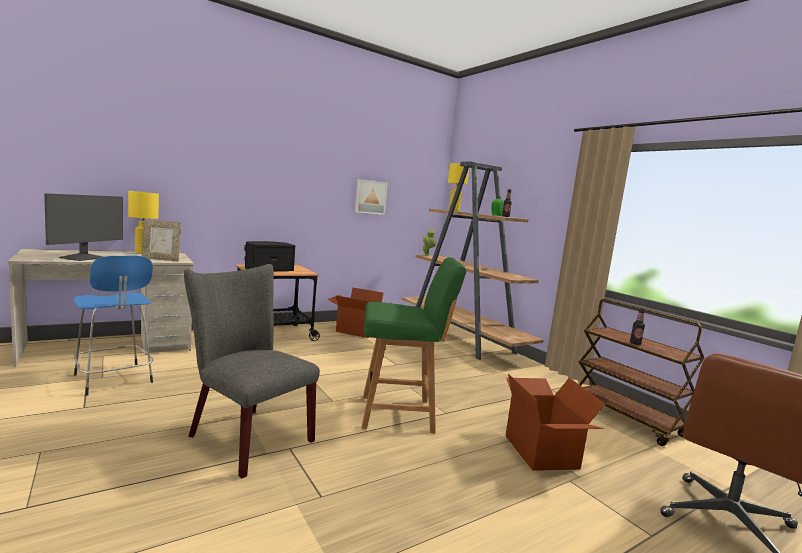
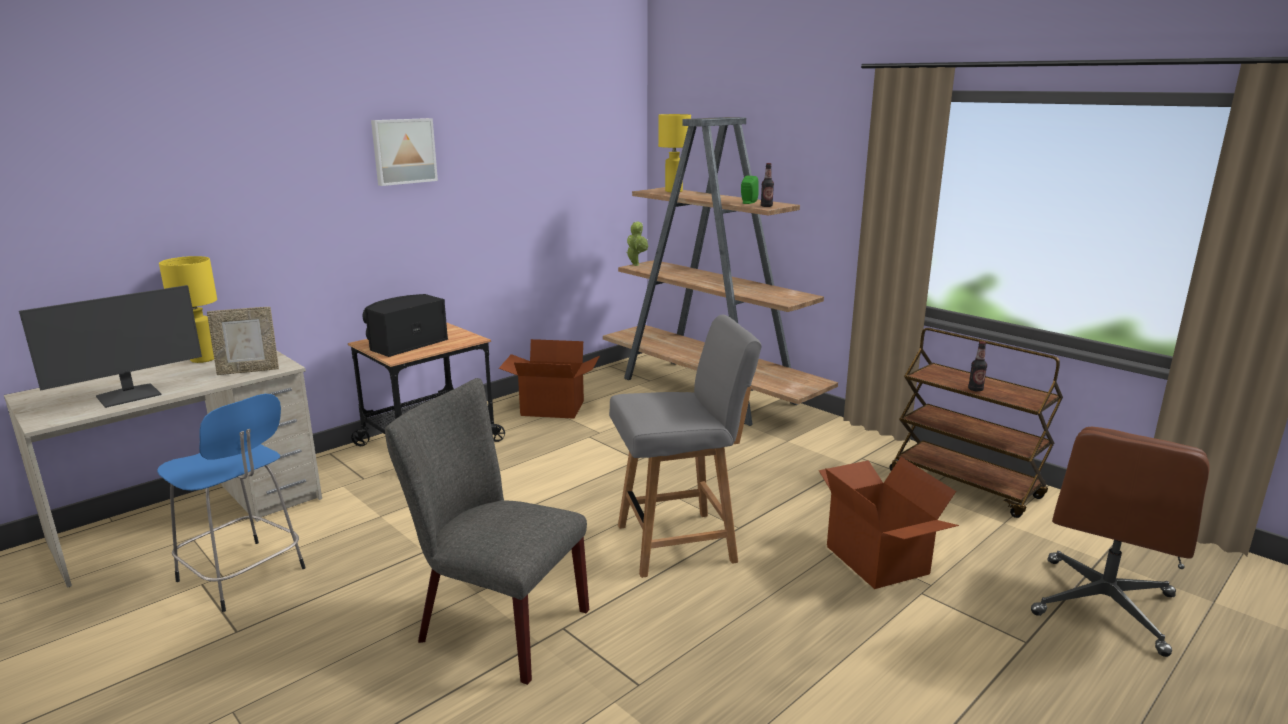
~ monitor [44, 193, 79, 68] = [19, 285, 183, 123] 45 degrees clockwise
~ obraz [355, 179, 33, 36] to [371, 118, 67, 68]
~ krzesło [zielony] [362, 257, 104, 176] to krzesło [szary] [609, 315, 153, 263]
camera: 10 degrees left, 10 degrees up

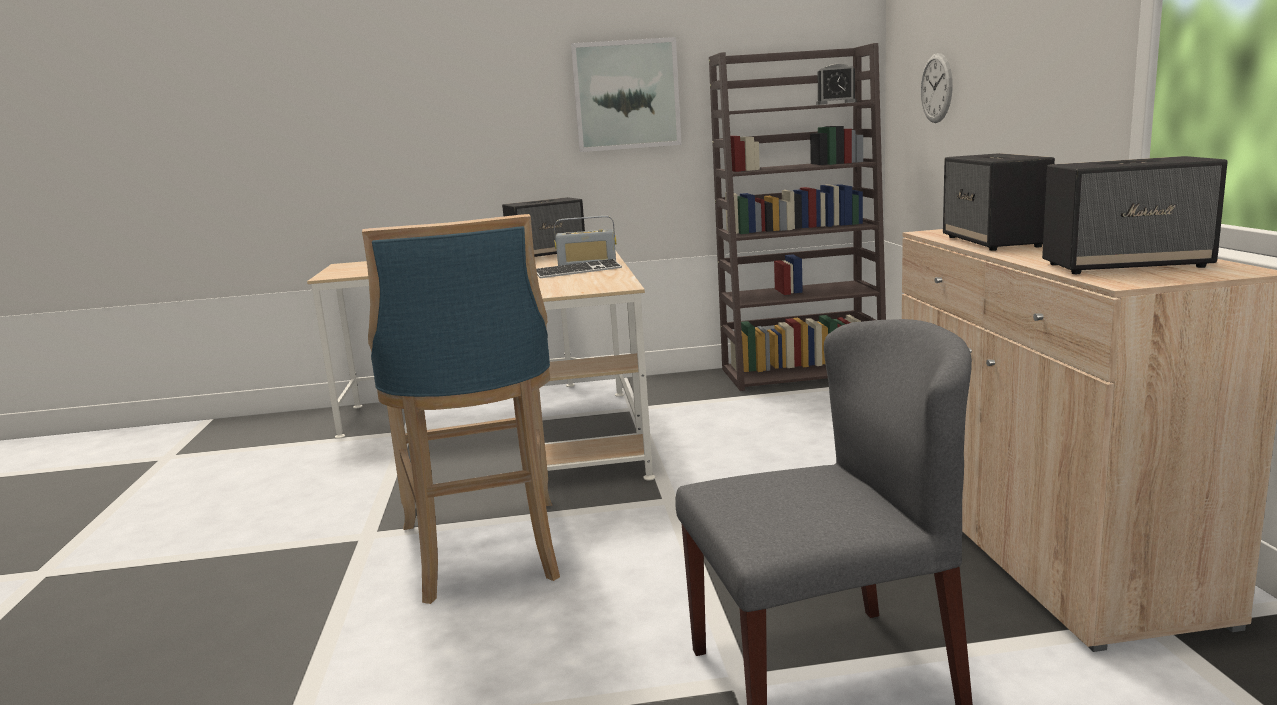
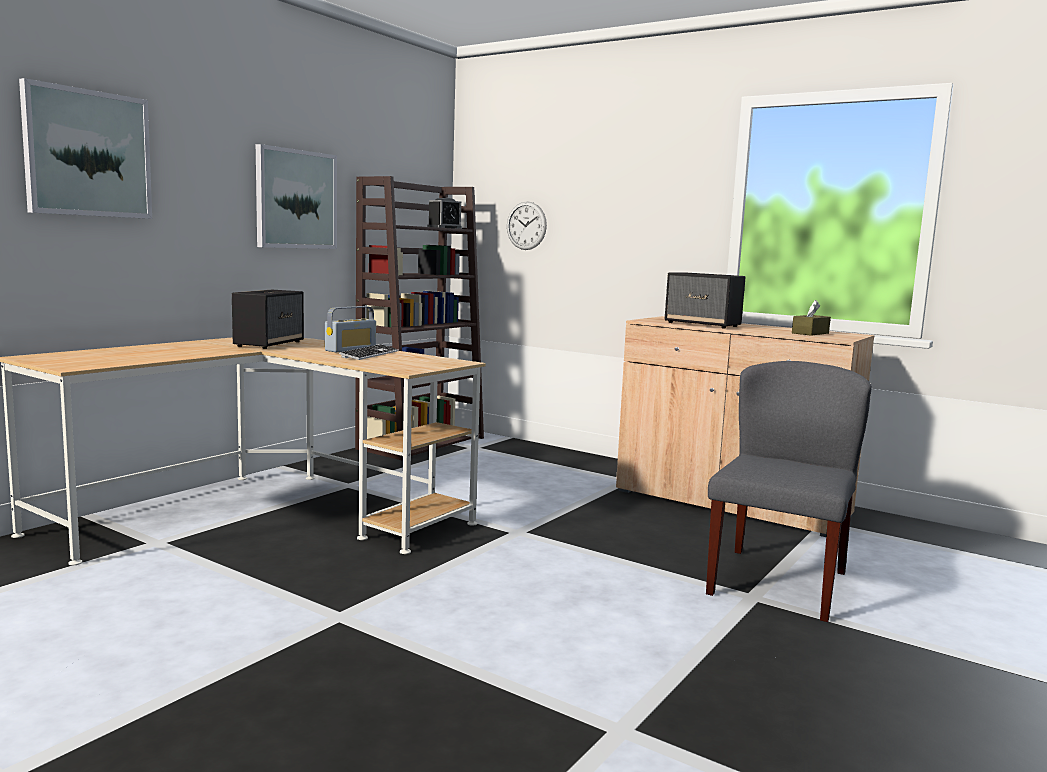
- stołek [niebieski] [362, 214, 198, 390]
~ głośnik [1042, 156, 186, 118] to pudełko chusteczek [brązowy] [792, 300, 39, 36]
+ obraz [19, 78, 133, 141]
camera: 50 degrees left, 5 degrees down

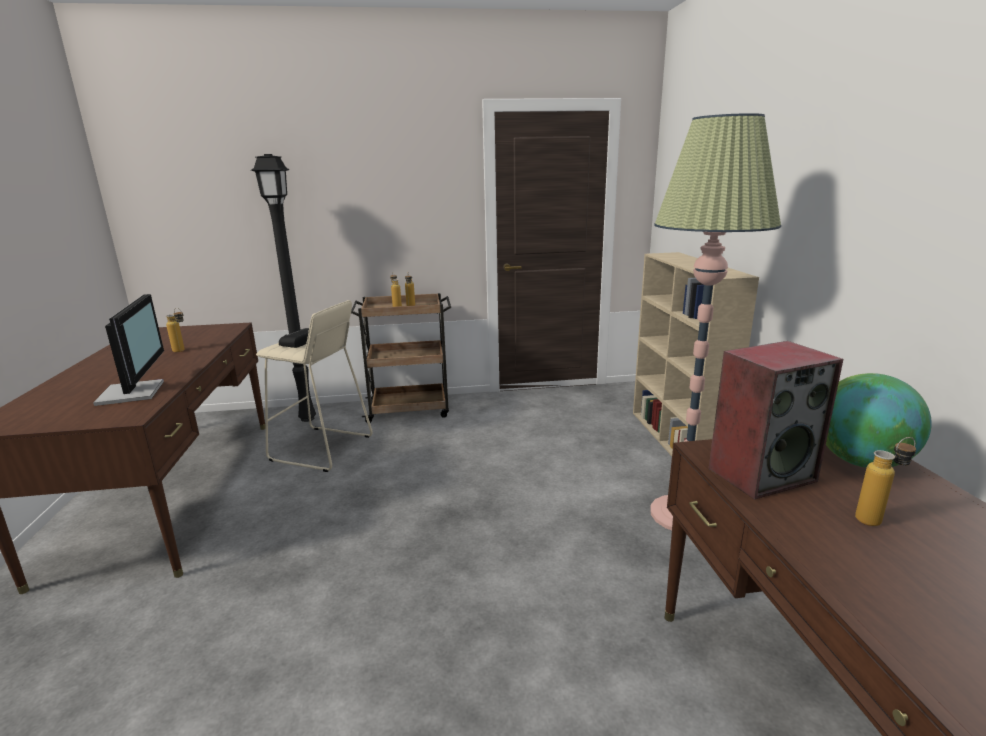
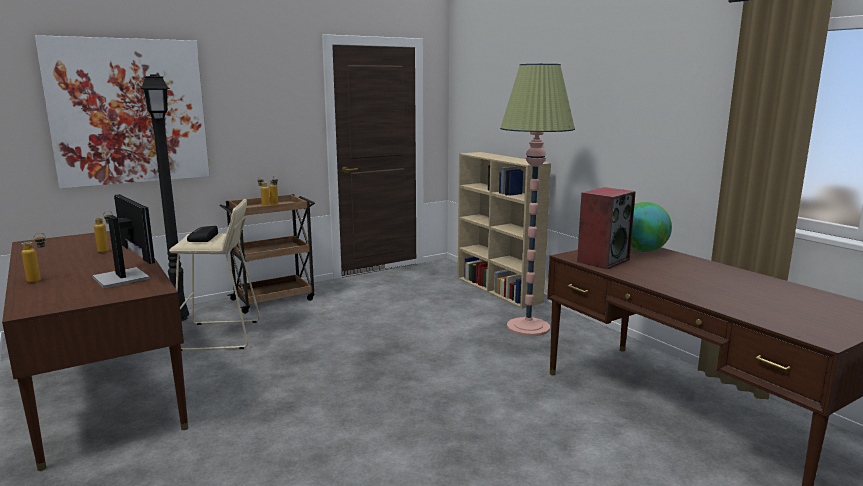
~ butelka [855, 437, 61, 89] to [21, 233, 25, 50]
+ obraz [35, 35, 175, 154]
camera: 25 degrees left, 5 degrees down

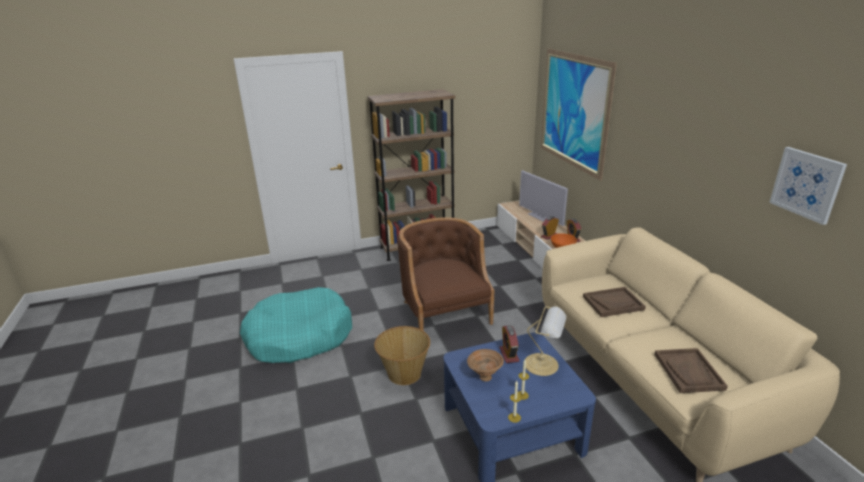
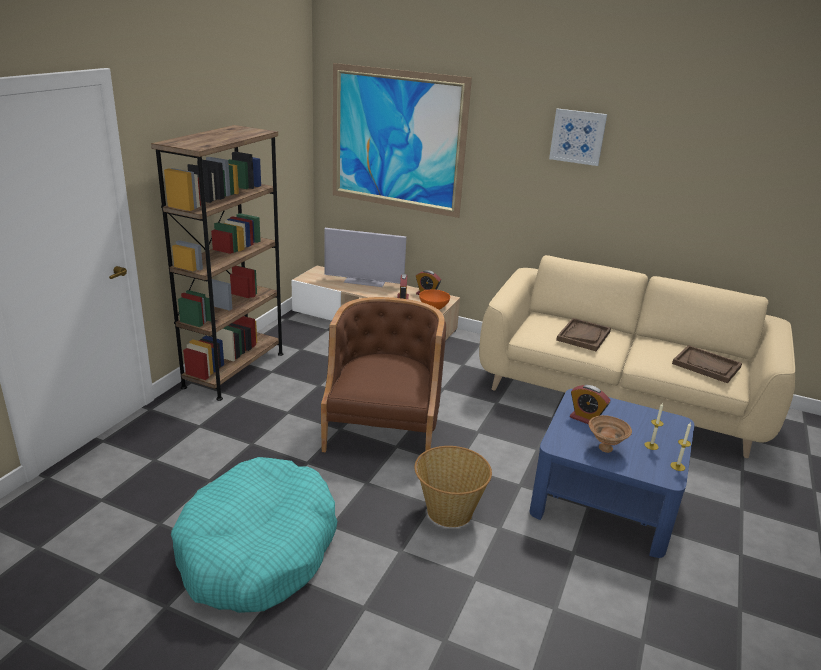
~ fotel [brązowy] [397, 217, 97, 114] = [321, 297, 125, 157] 75 degrees clockwise
- lampa stołowa [525, 306, 41, 70]
~ obraz [769, 147, 78, 78] to [549, 108, 58, 58]
camera: 50 degrees left, 0 degrees up

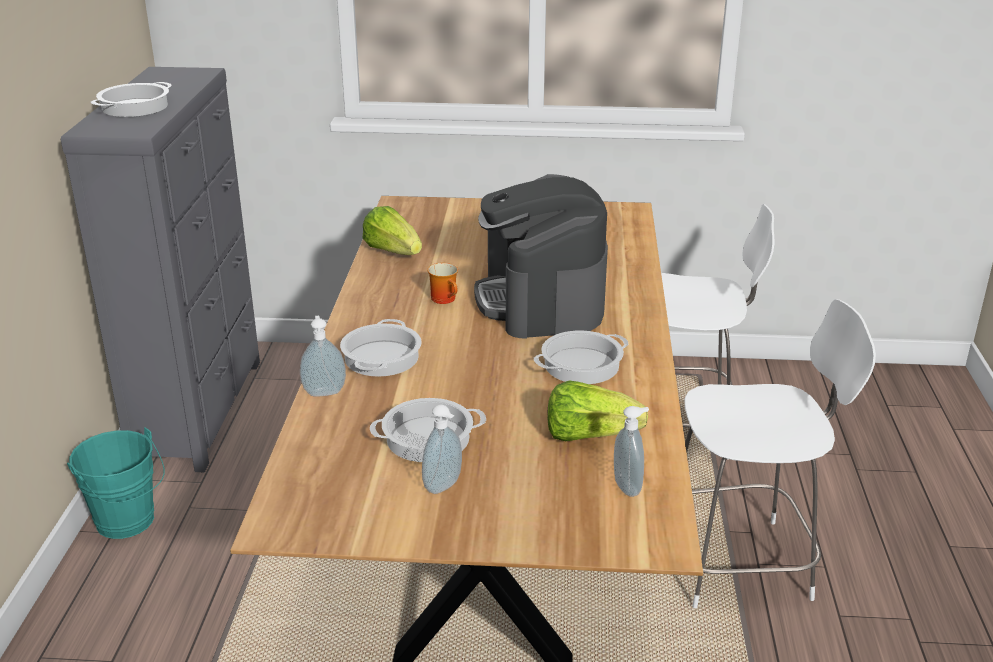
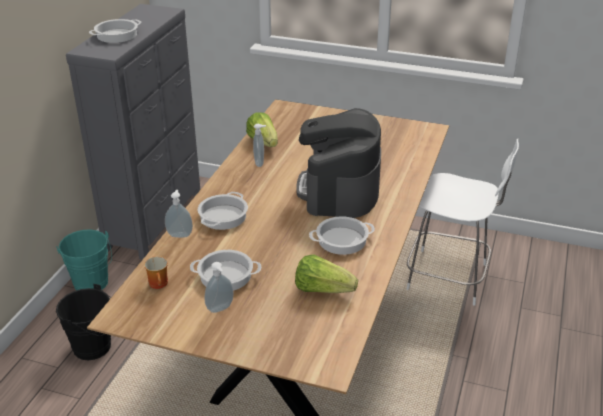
~ kubek [427, 263, 31, 41] to [144, 256, 24, 33]
~ dozownik mydła [614, 406, 35, 91] to [253, 124, 13, 43]
- krzesło [biały] [684, 299, 192, 309]
+ wiadro [czarny] [56, 284, 55, 76]
camera: 15 degrees right, 5 degrees up

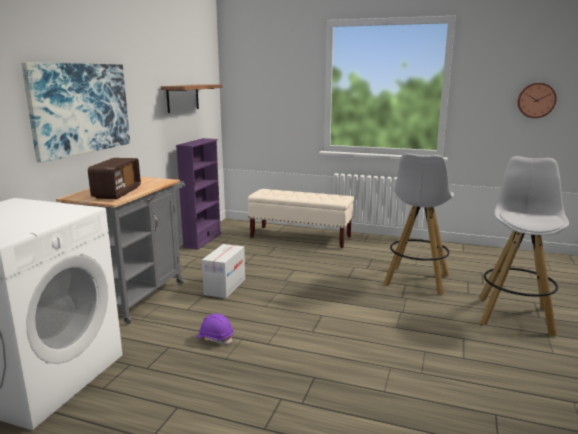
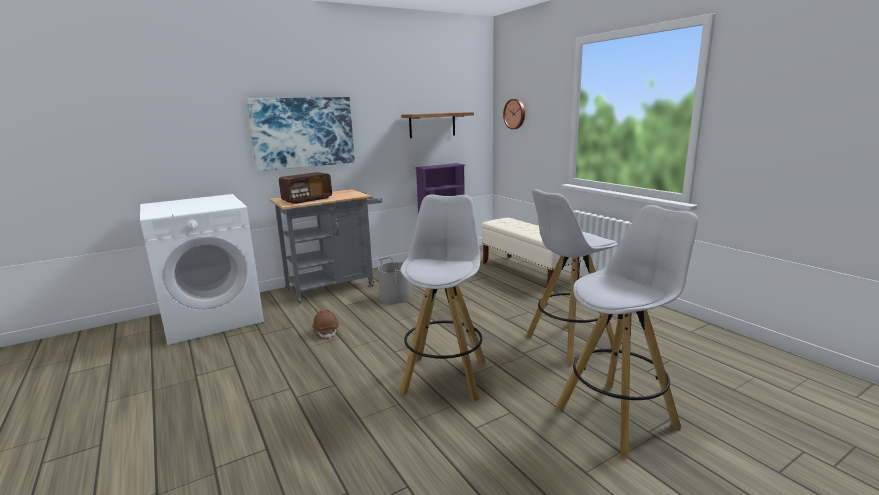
~ kask [fioletowy] [196, 314, 37, 31] to kask [brązowy] [312, 310, 27, 28]
~ karton [202, 244, 43, 54] to wiadro [szary] [378, 257, 34, 47]
~ zegar ścienny [517, 83, 40, 35] to [503, 99, 22, 30]
+ stołek [biały] [399, 194, 87, 207]
camera: 40 degrees right, 0 degrees up

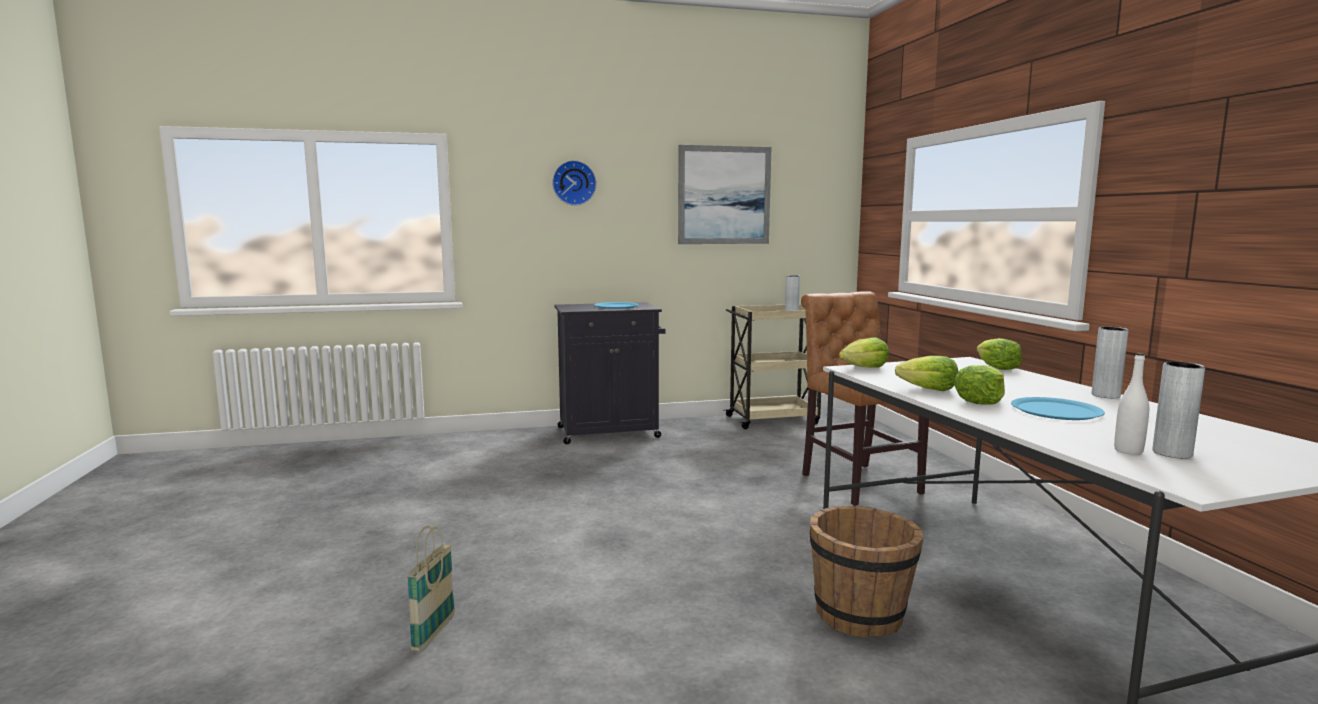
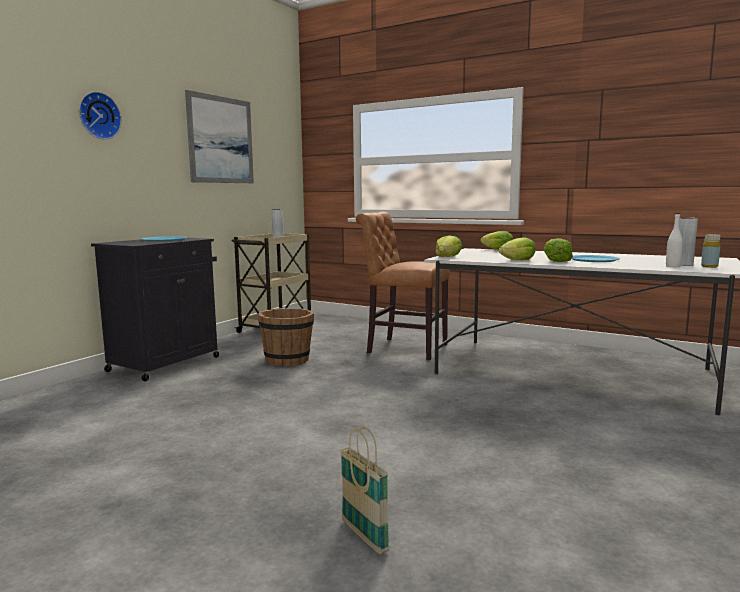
~ wiadro [brązowy] [810, 506, 114, 132] to [258, 308, 56, 58]
- wazon [szary] [1092, 327, 36, 71]
+ butelka [żółty] [701, 234, 19, 34]
camera: 45 degrees left, 0 degrees up

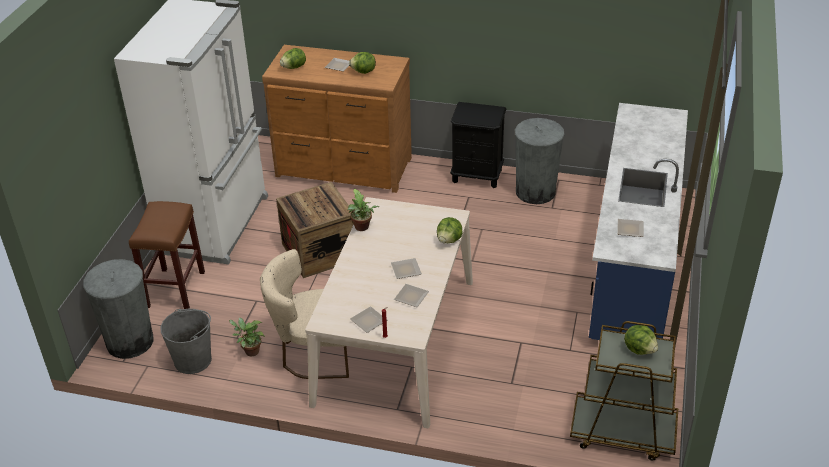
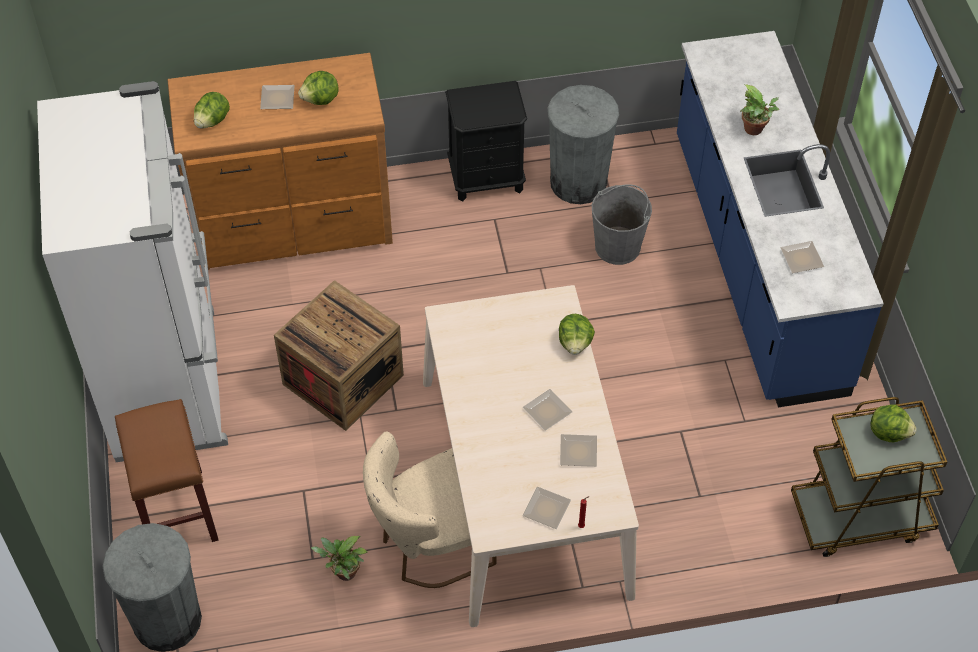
~ wiadro [szary] [160, 309, 52, 65] to [592, 184, 60, 81]
~ roślina doniczkowa [347, 189, 33, 42] to [740, 84, 39, 51]
camera: 25 degrees left, 15 degrees up

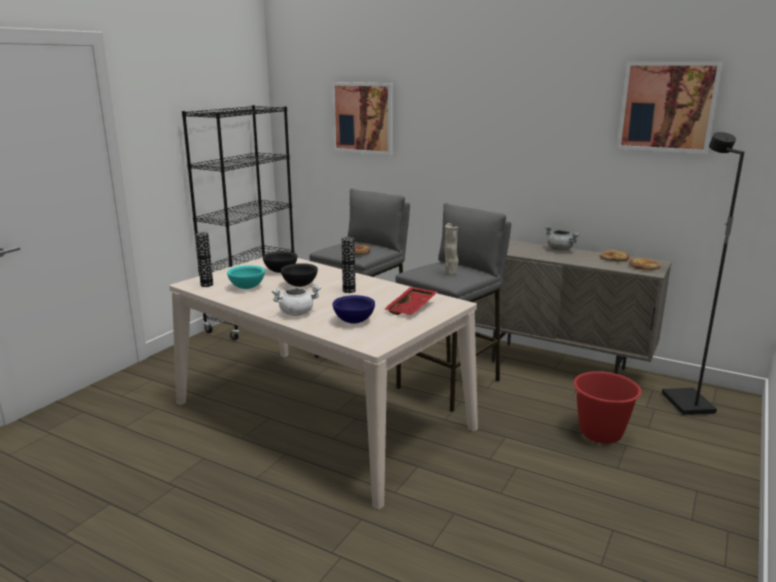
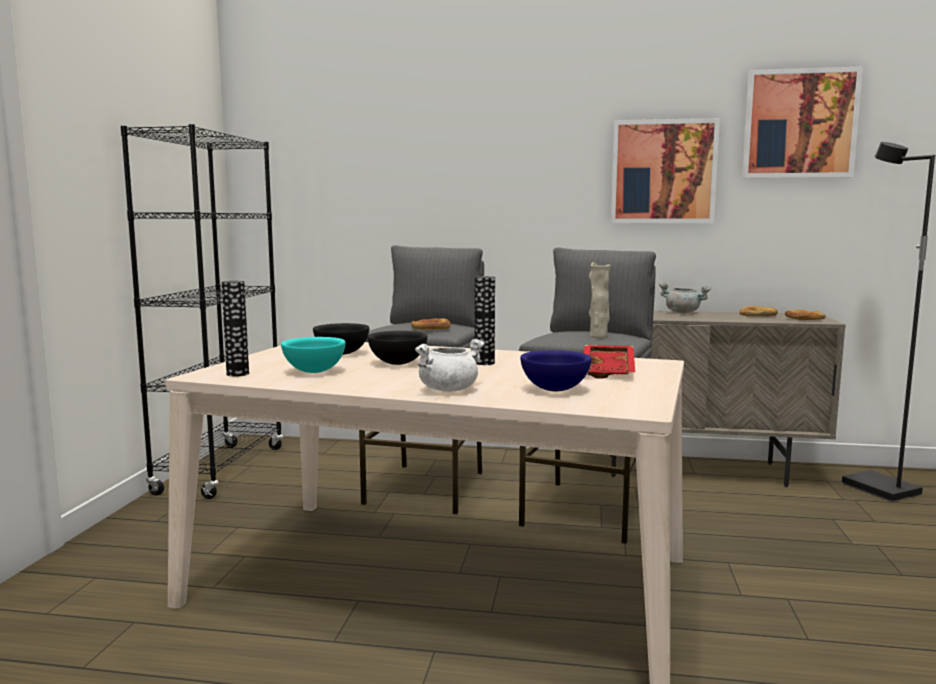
~ obraz [332, 82, 61, 73] to [611, 118, 109, 105]
- wiadro [czerwony] [571, 371, 70, 73]
camera: 20 degrees left, 10 degrees down

